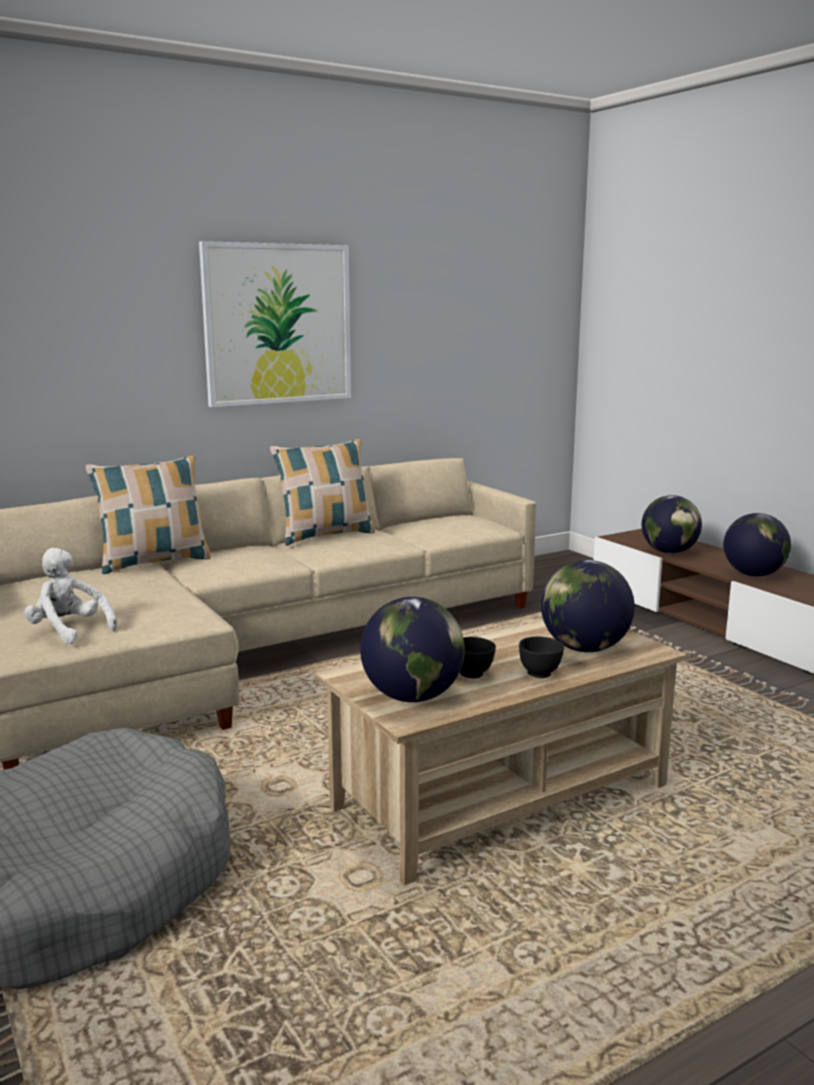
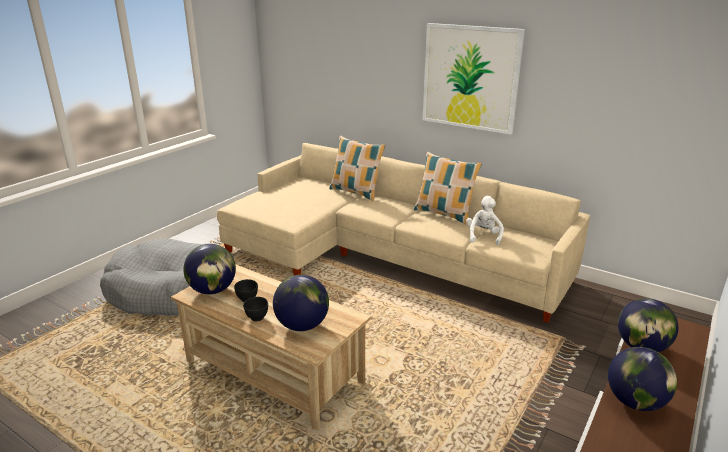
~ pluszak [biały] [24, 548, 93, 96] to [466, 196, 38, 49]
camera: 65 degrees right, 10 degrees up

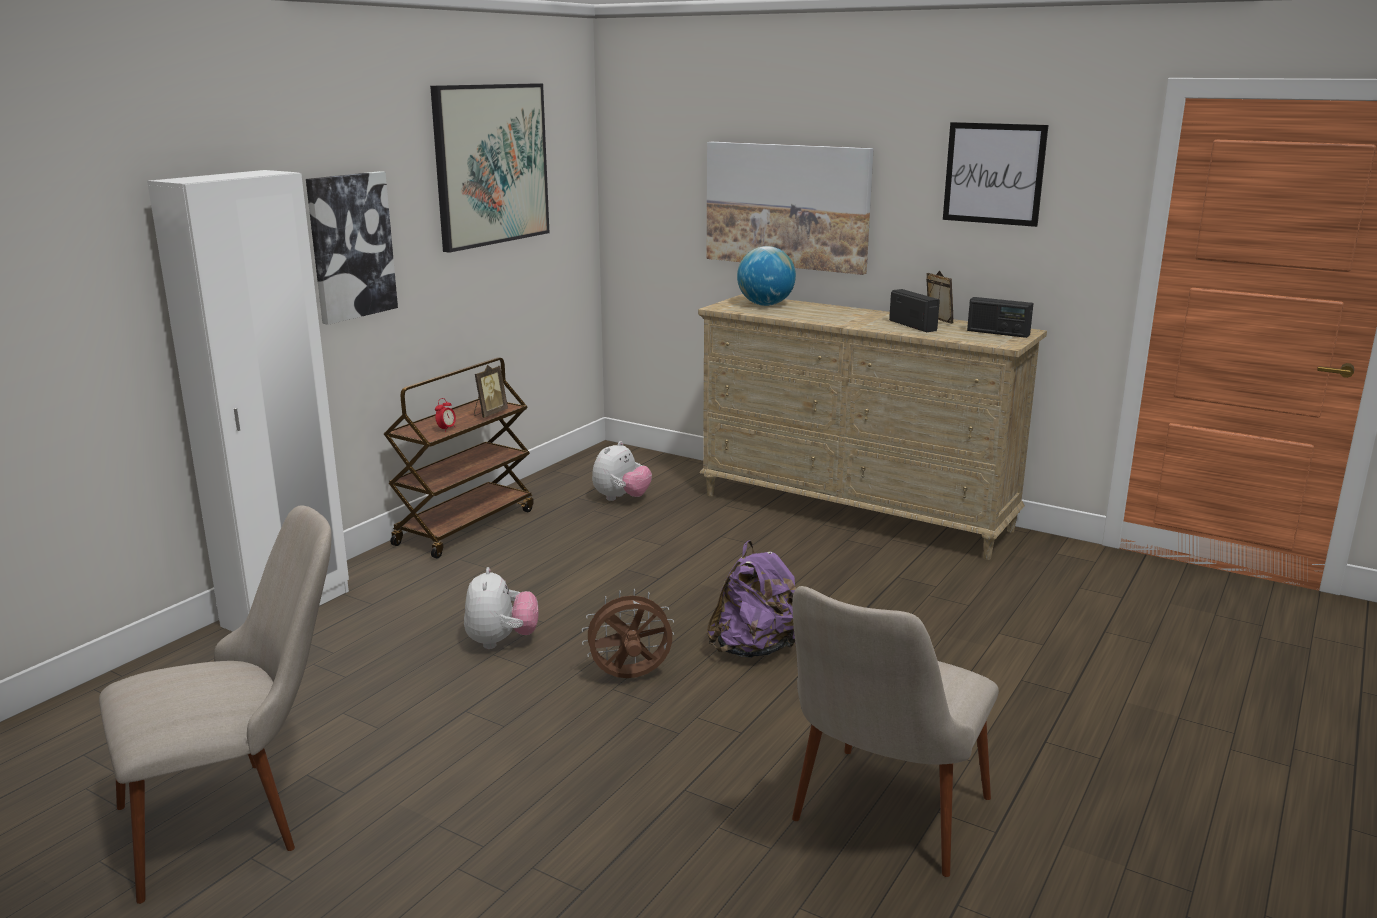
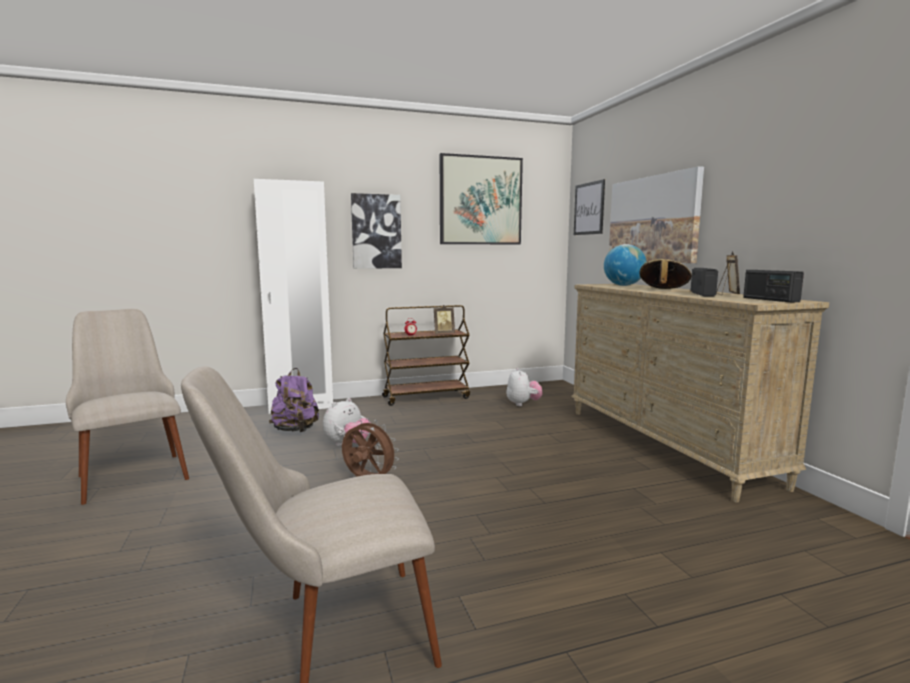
~ krzesło [beżowy] [99, 505, 233, 399] = [66, 309, 123, 196] 135 degrees counterclockwise
~ pluszak [592, 441, 60, 60] = [506, 368, 37, 38] 75 degrees counterclockwise
~ plecak [fioletowy] [707, 541, 89, 117] to [269, 368, 50, 64]
~ obraz [943, 122, 105, 105] to [574, 179, 31, 56]
+ kapelusz [beżowy] [640, 259, 52, 30]
camera: 40 degrees right, 10 degrees down

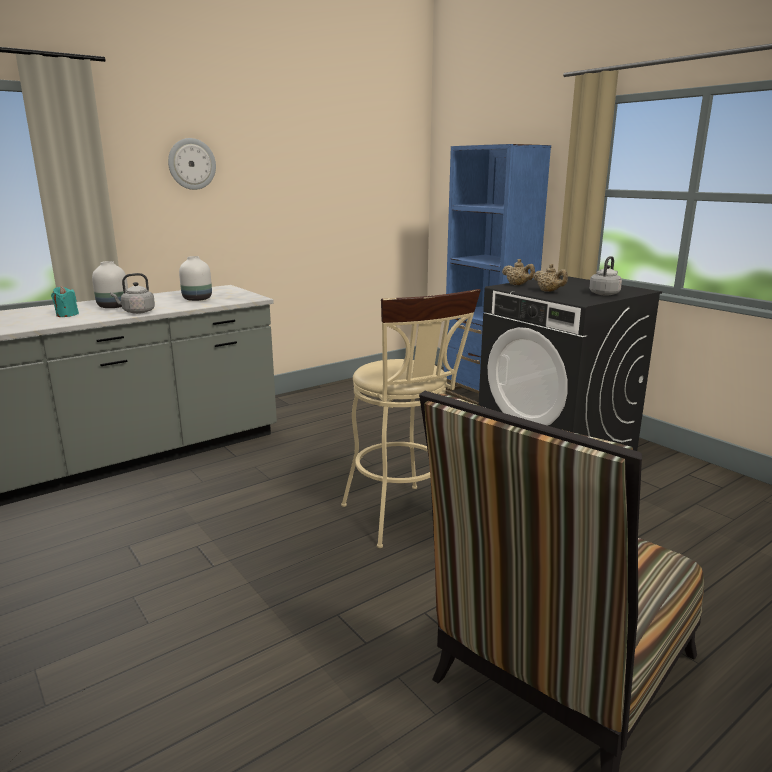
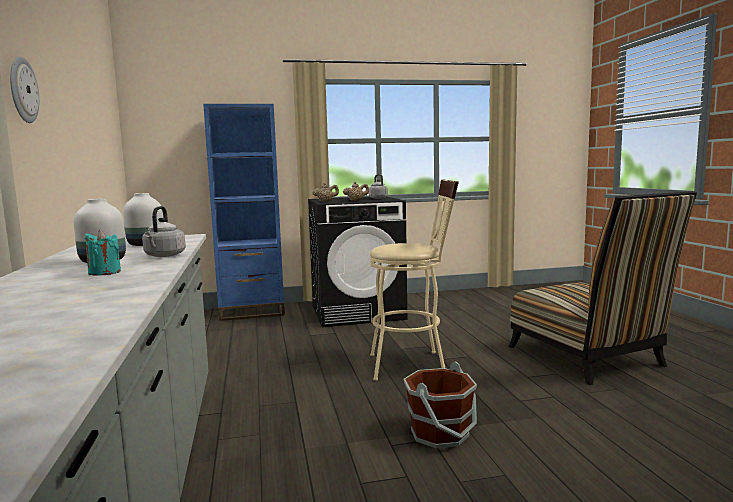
+ wiadro [brązowy] [403, 361, 74, 87]
camera: 65 degrees left, 10 degrees down

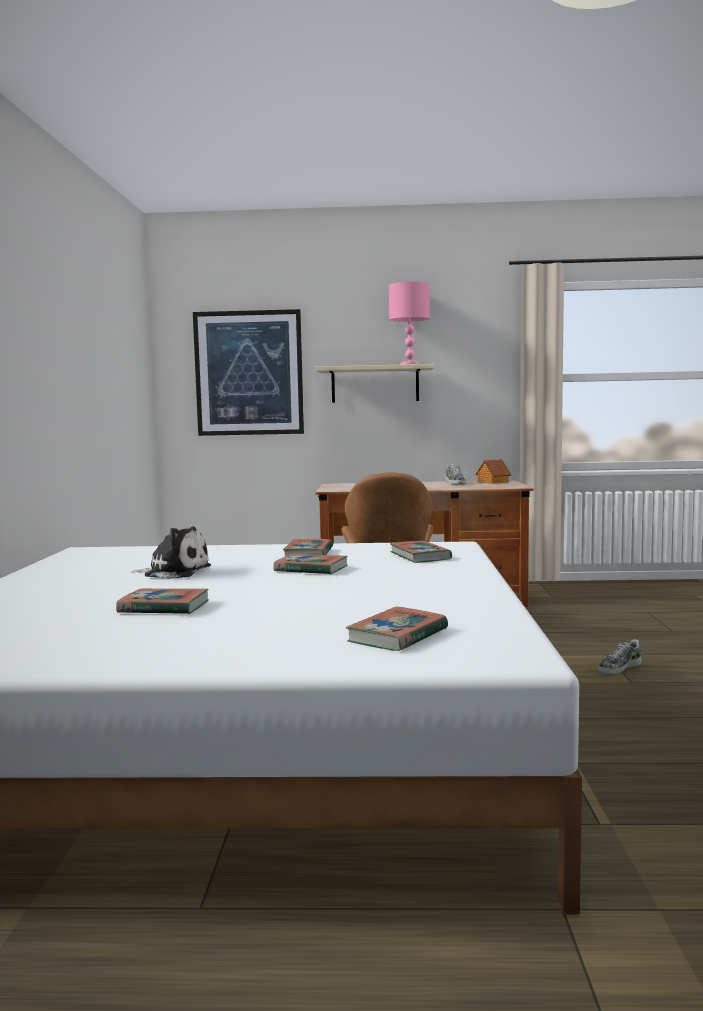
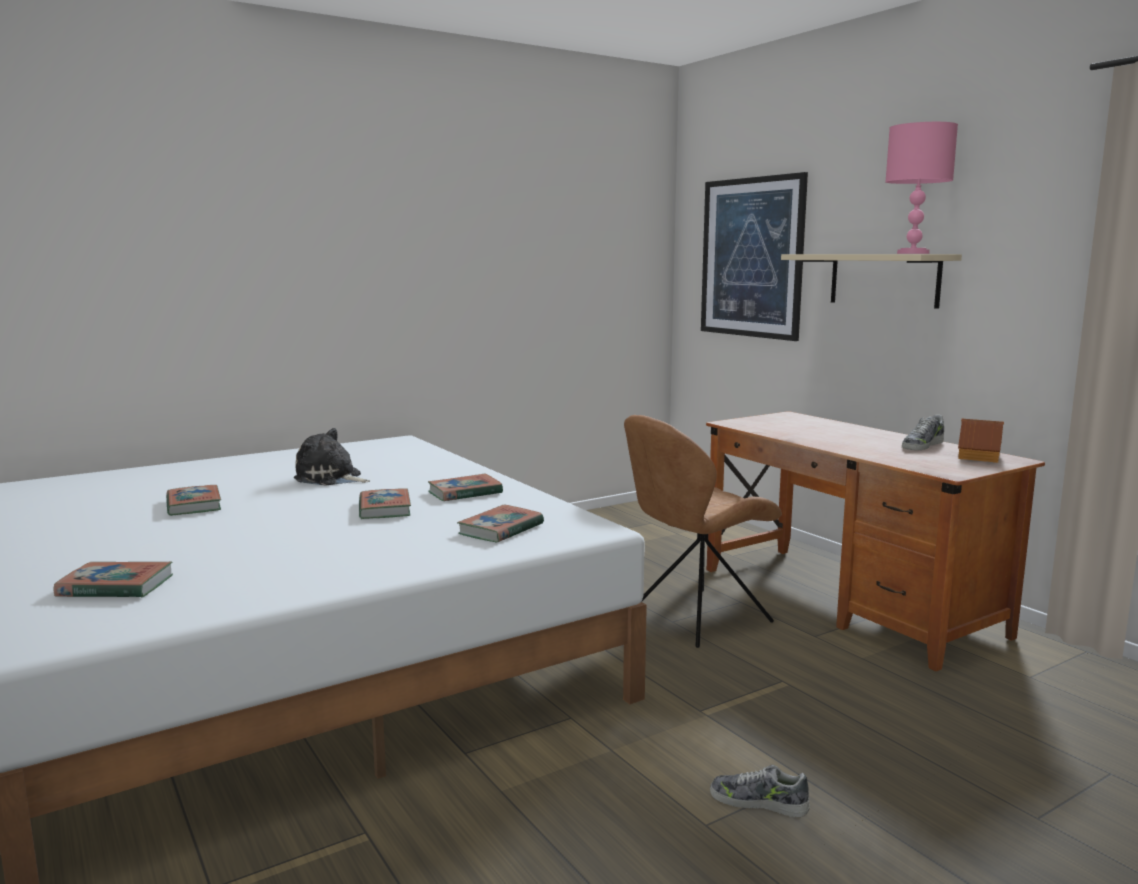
~ pluszak [131, 526, 80, 53] = [294, 428, 76, 58] 135 degrees clockwise
camera: 55 degrees right, 5 degrees up

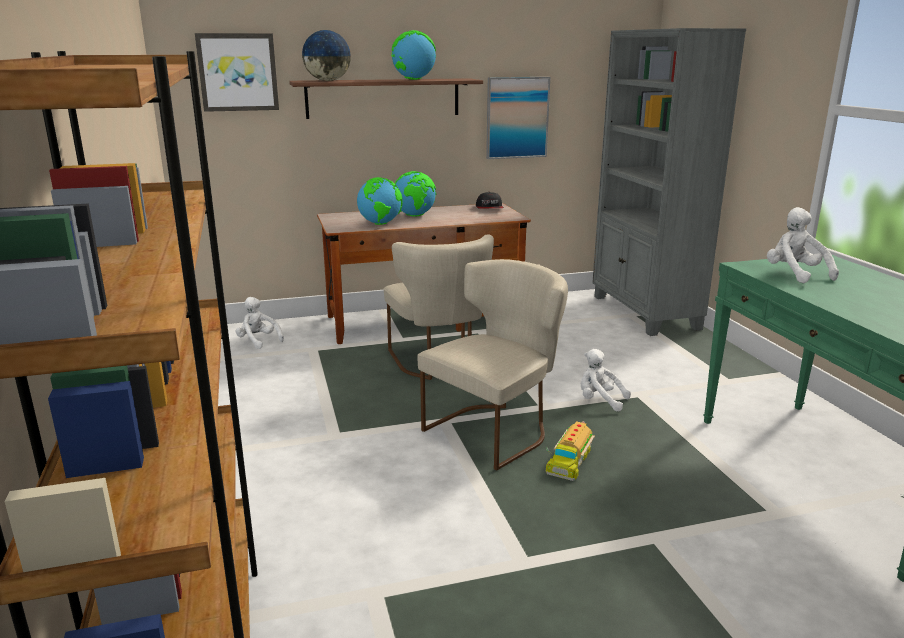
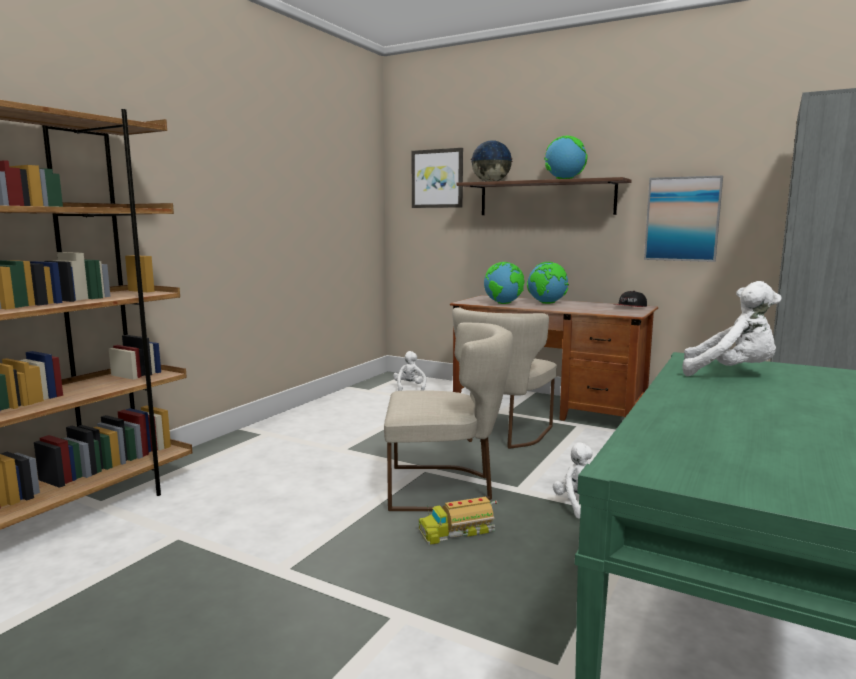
~ pluszak [biały] [767, 207, 72, 76] = [682, 281, 100, 95] 90 degrees clockwise
camera: 45 degrees right, 10 degrees down

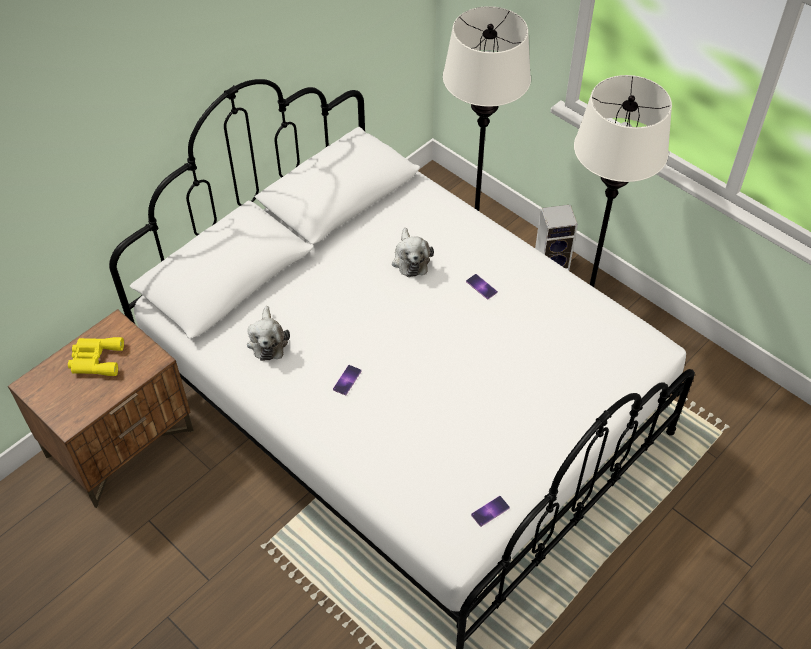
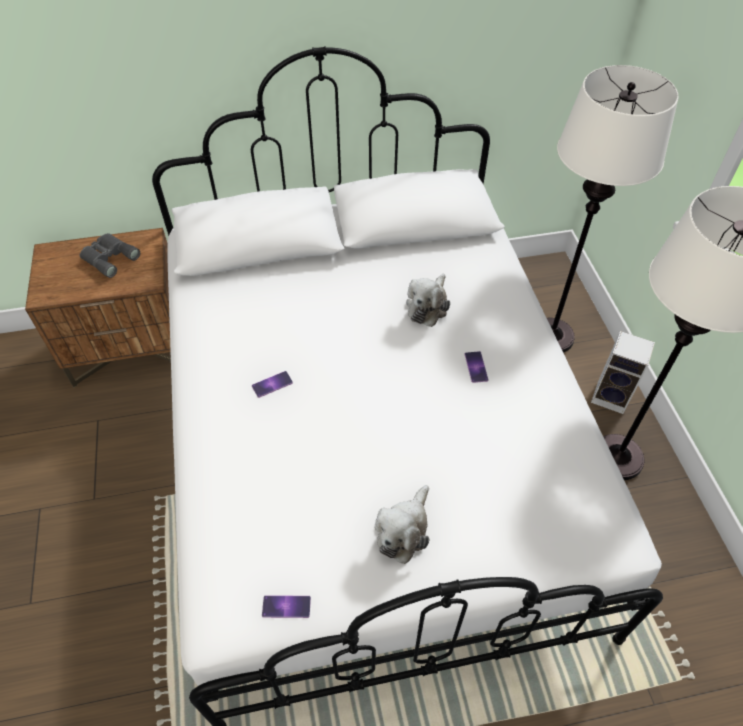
~ lornetka [żółty] [68, 337, 56, 39] to lornetka [szary] [80, 233, 60, 45]
~ pluszak [247, 306, 43, 55] to [375, 485, 54, 79]
camera: 35 degrees right, 0 degrees up

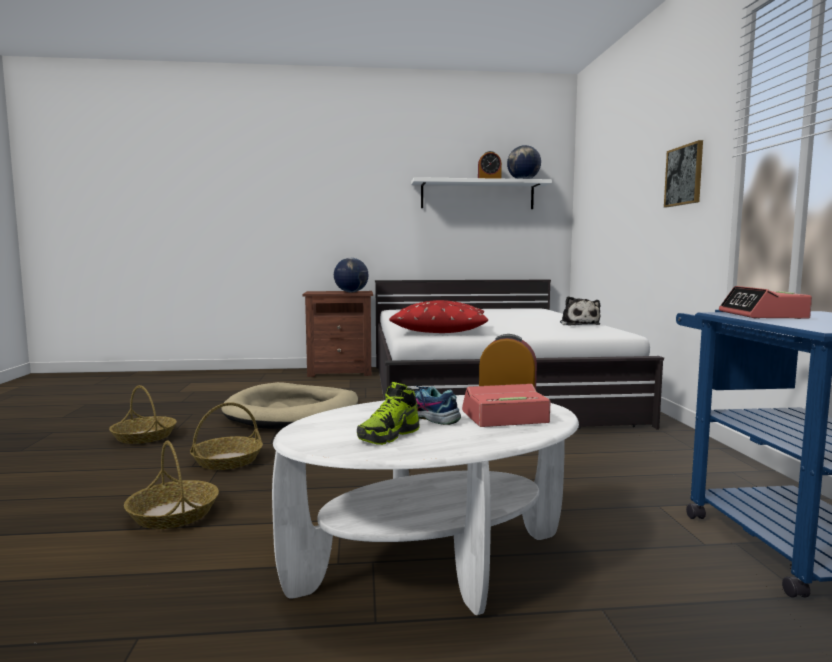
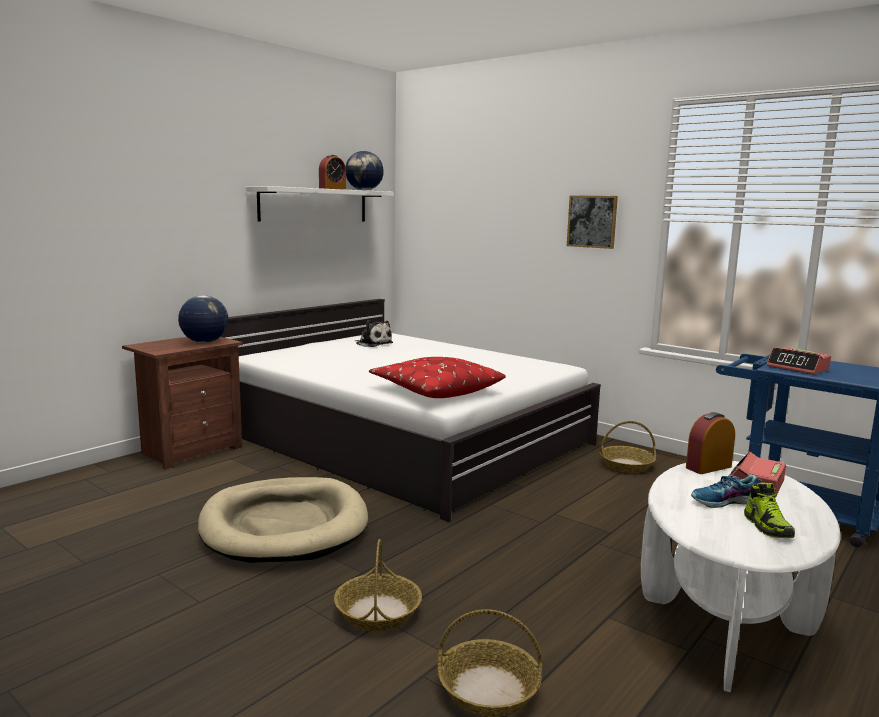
~ koszyk [109, 385, 68, 59] to [600, 421, 56, 52]
~ pluszak [560, 296, 40, 30] to [356, 320, 37, 27]
camera: 45 degrees left, 5 degrees up

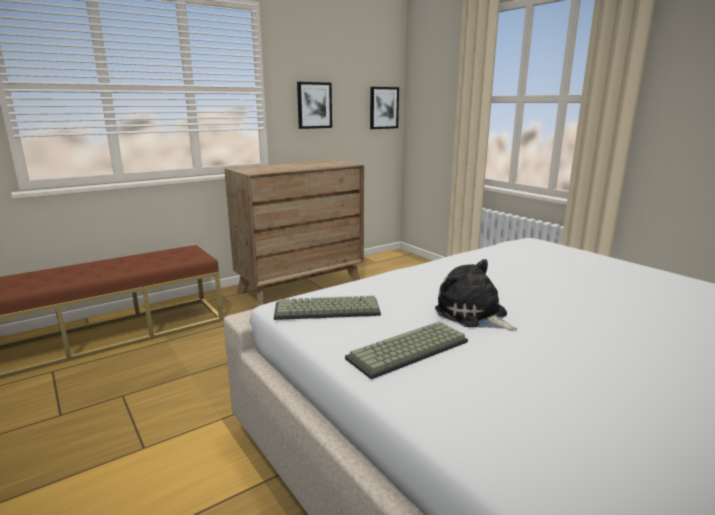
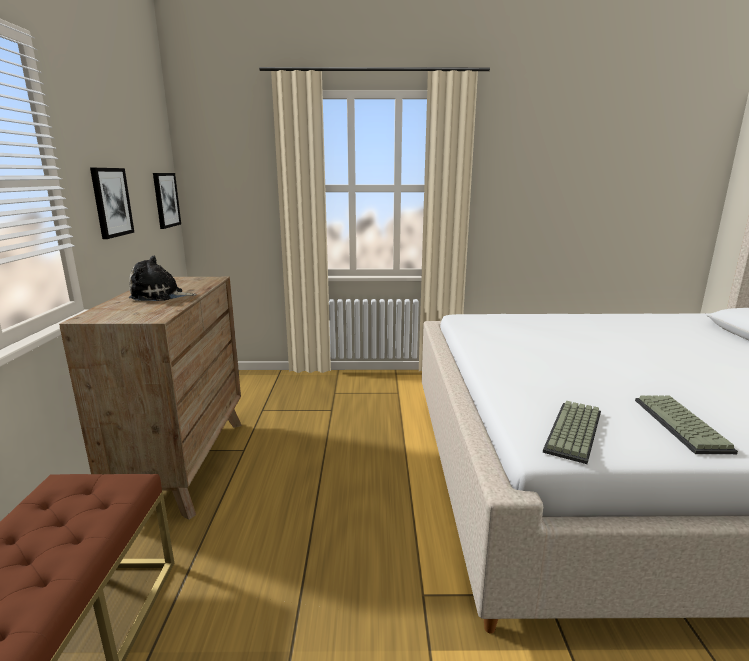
~ pluszak [435, 259, 83, 72] to [129, 255, 68, 46]
camera: 55 degrees left, 0 degrees up

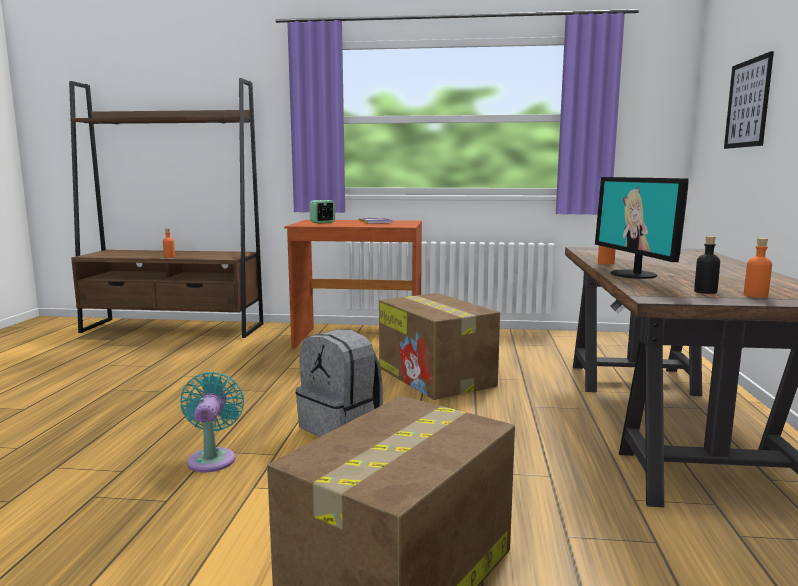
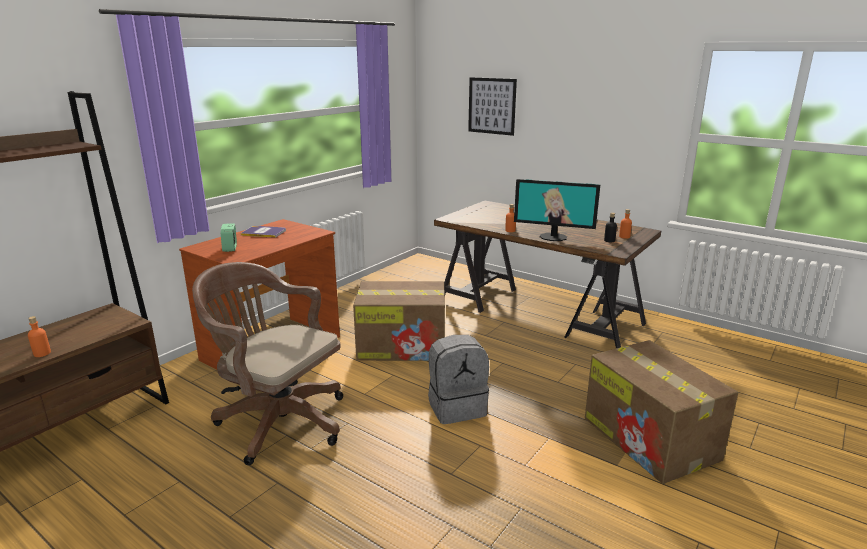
- wentylator [turkusowy] [180, 372, 64, 100]
+ krzesło biurowe [brązowy] [192, 262, 151, 203]
camera: 60 degrees left, 10 degrees up

